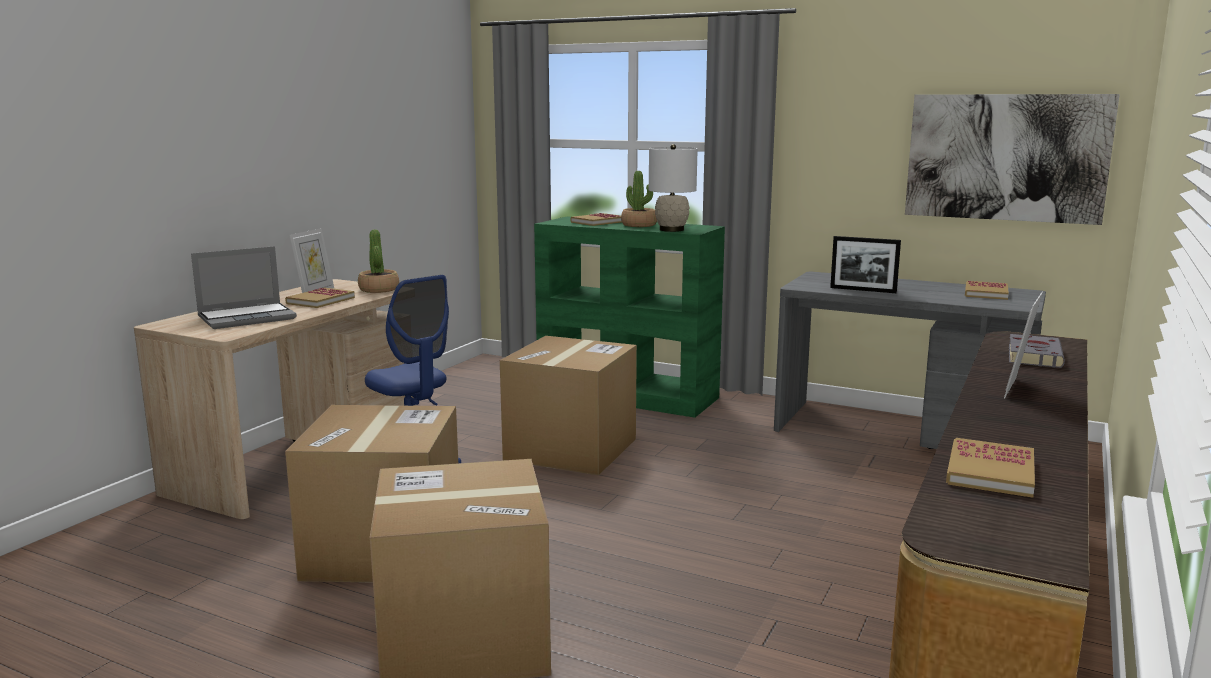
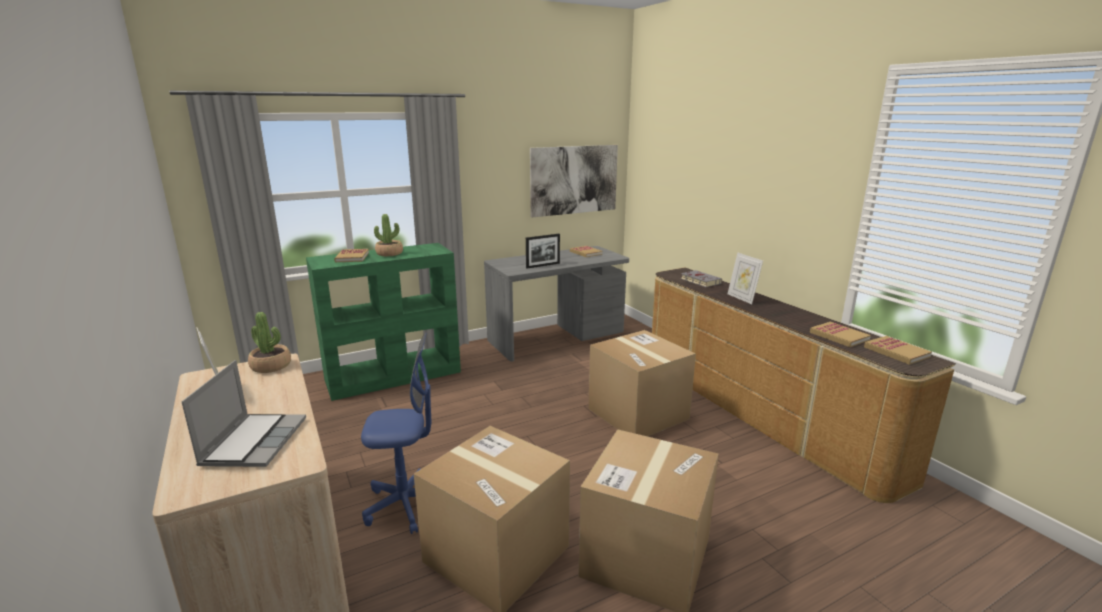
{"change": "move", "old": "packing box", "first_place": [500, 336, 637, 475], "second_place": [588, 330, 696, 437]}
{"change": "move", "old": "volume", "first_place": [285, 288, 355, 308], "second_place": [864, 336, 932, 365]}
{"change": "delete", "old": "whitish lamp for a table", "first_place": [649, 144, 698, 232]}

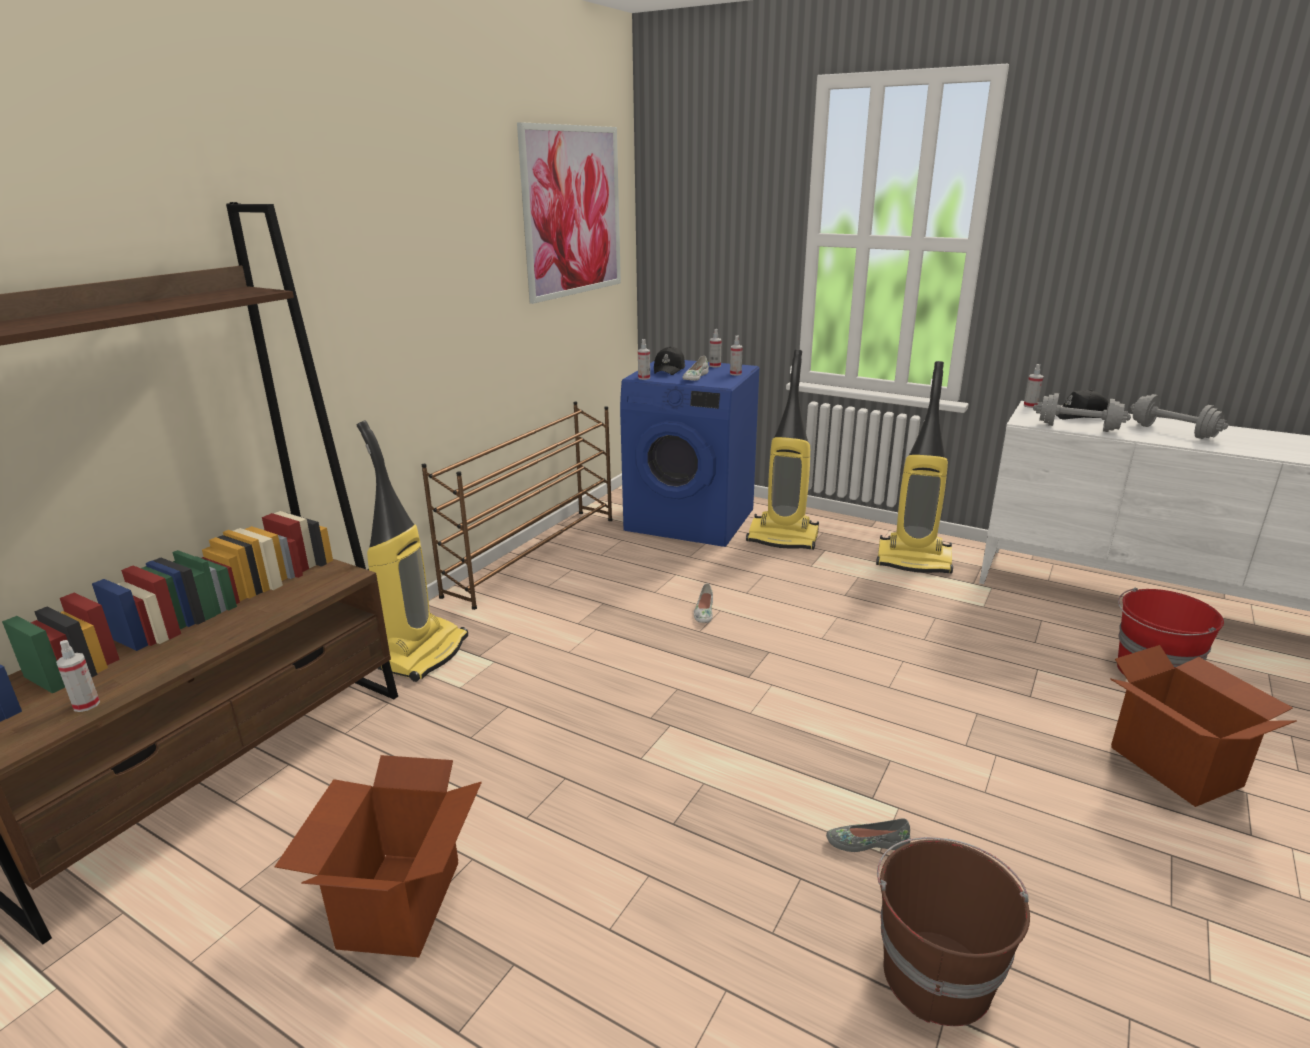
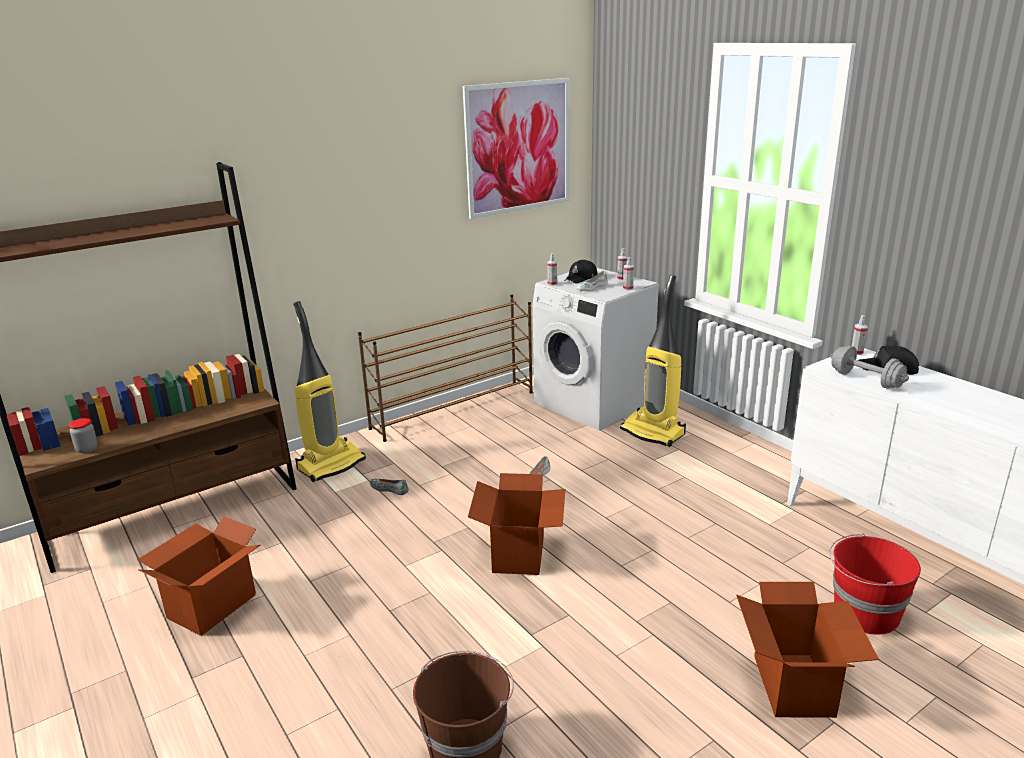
{"change": "replace", "old": "hand sprayer", "new": "storage jar", "first_place": [56, 640, 100, 712], "second_place": [69, 418, 98, 453]}
{"change": "move", "old": "greyish low shoe", "first_place": [826, 818, 911, 852], "second_place": [370, 479, 409, 495]}
{"change": "insert", "new": "packing box", "second_place": [468, 473, 565, 575]}
{"change": "recolor", "old": "bluish laundry machine", "new": "whitish laundry machine", "first_place": [620, 360, 759, 547], "second_place": [533, 268, 659, 431]}
{"change": "delete", "old": "hoover", "first_place": [876, 361, 953, 574]}
{"change": "delete", "old": "greyish dumbbell", "first_place": [1130, 394, 1228, 439]}

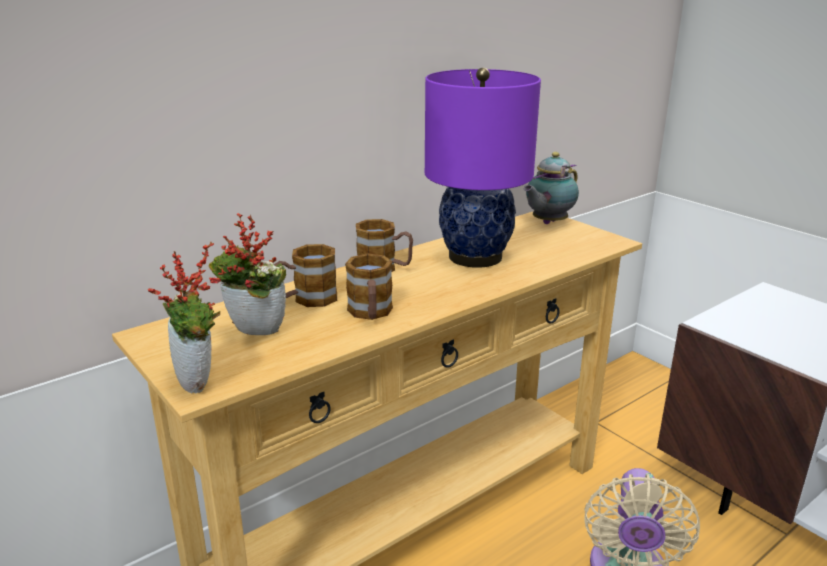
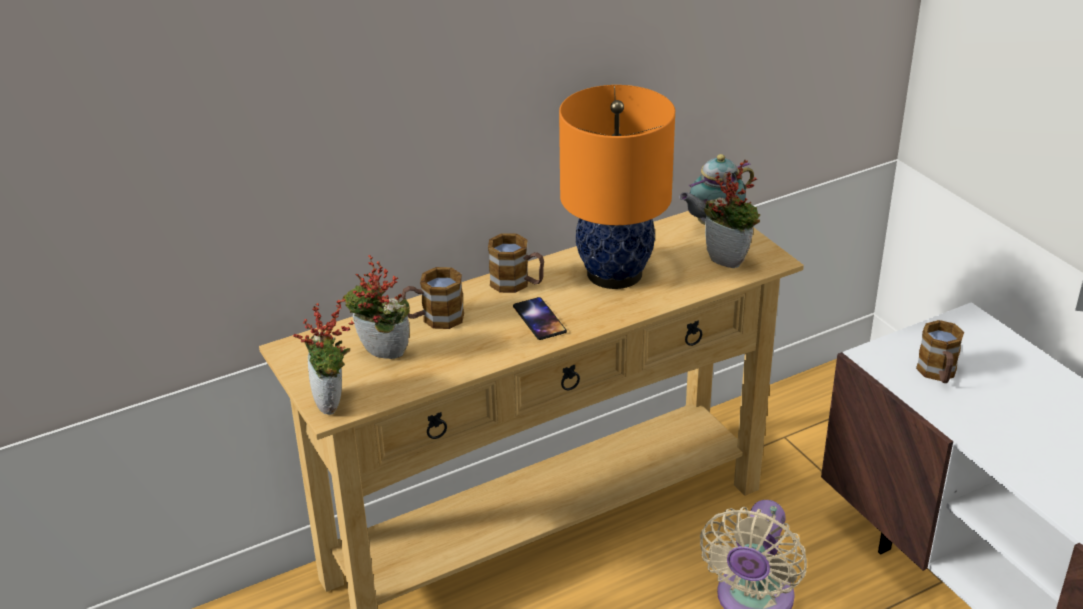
{"change": "insert", "new": "telephone", "second_place": [513, 297, 567, 340]}
{"change": "recolor", "old": "purple lamp for a table", "new": "orange-coloured lamp for a table", "first_place": [425, 67, 541, 268], "second_place": [559, 85, 675, 289]}
{"change": "insert", "new": "potted plant", "second_place": [704, 159, 760, 268]}
{"change": "move", "old": "tea mug", "first_place": [345, 254, 393, 320], "second_place": [916, 320, 964, 383]}

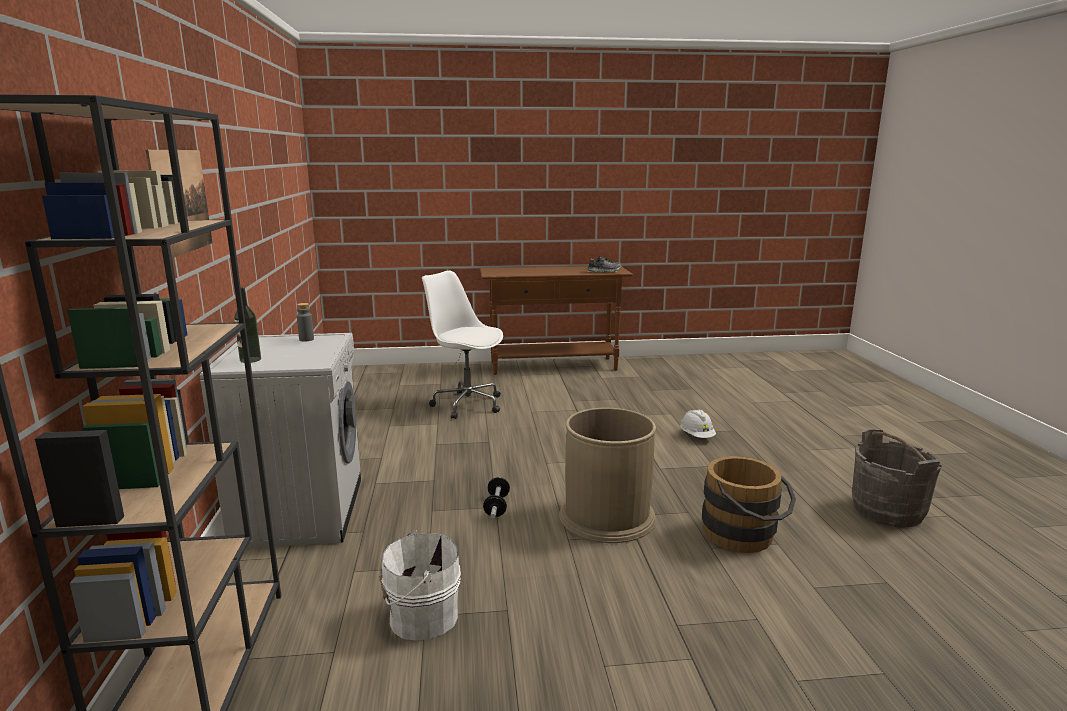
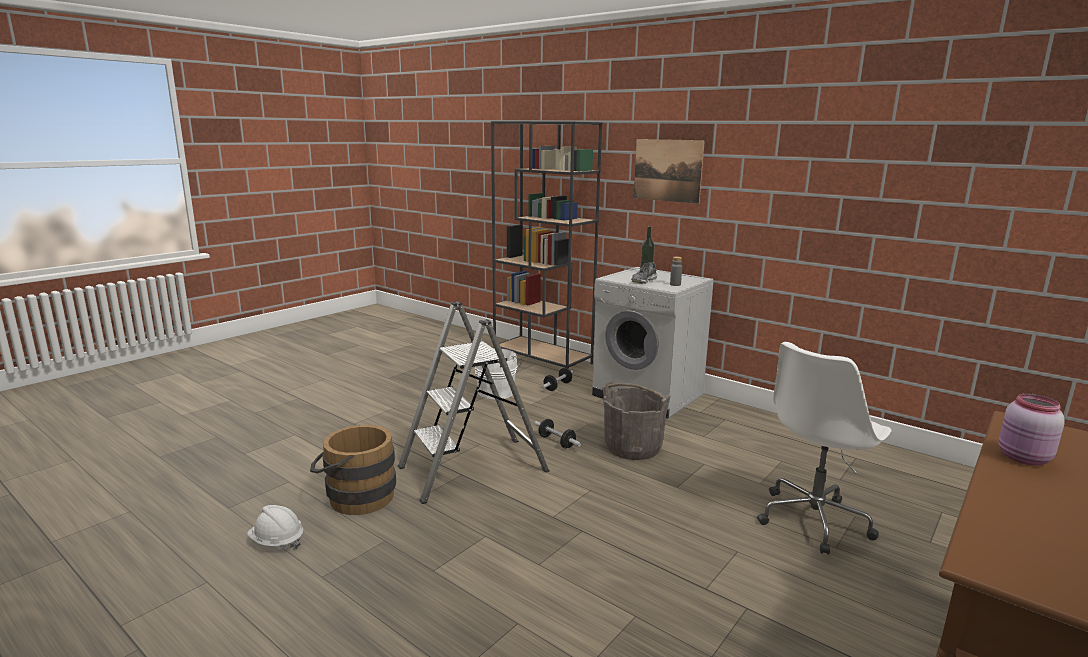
{"change": "move", "old": "whitish hard hat", "first_place": [680, 409, 716, 438], "second_place": [247, 505, 303, 549]}
{"change": "replace", "old": "brown trash can", "new": "greyish step ladder", "first_place": [559, 408, 656, 543], "second_place": [398, 301, 550, 504]}
{"change": "insert", "new": "dumbbell", "second_place": [541, 368, 574, 391]}
{"change": "move", "old": "greyish pail", "first_place": [852, 429, 942, 528], "second_place": [602, 381, 671, 460]}
{"change": "move", "old": "low shoe", "first_place": [587, 256, 622, 272], "second_place": [631, 262, 657, 284]}
{"change": "rotate", "old": "whitish desk chair", "first_place": [422, 271, 503, 419], "second_place": [757, 342, 892, 555], "degrees": 150}
{"change": "insert", "new": "pink storage jar", "second_place": [999, 393, 1065, 465]}

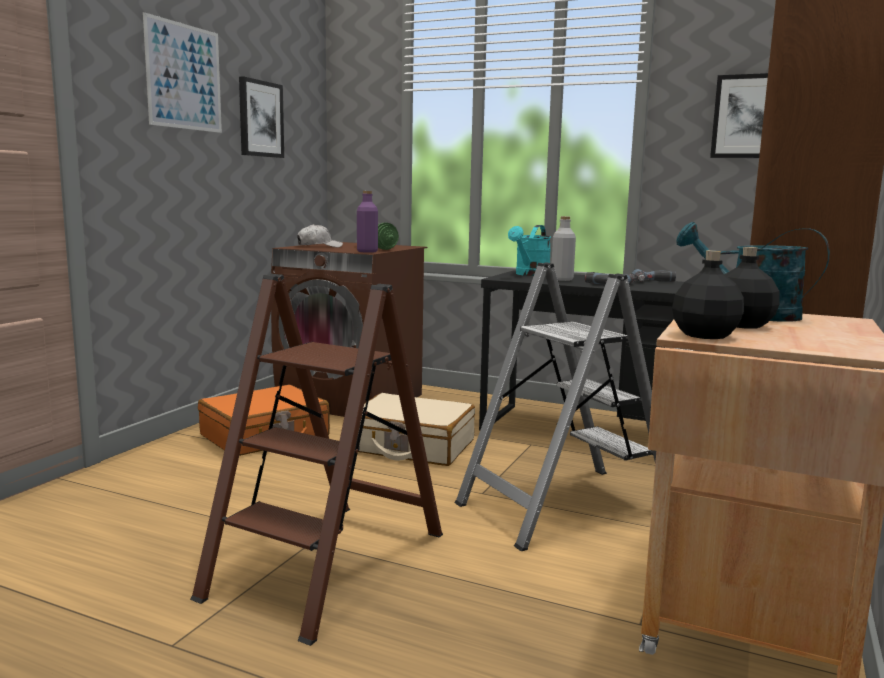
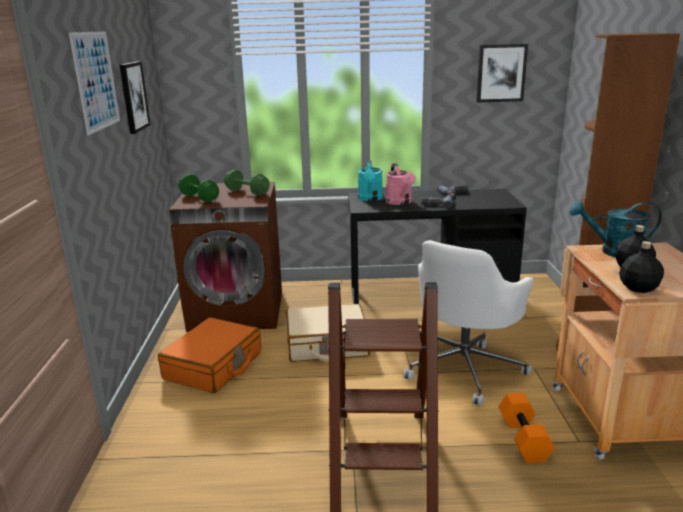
{"change": "replace", "old": "whitish peaked cap", "new": "green-coloured dumbbell", "first_place": [297, 224, 343, 248], "second_place": [179, 174, 219, 202]}
{"change": "replace", "old": "greyish bottle", "new": "pink watering can", "first_place": [552, 216, 576, 281], "second_place": [386, 163, 416, 205]}
{"change": "replace", "old": "greyish step ladder", "new": "whitish desk chair", "first_place": [454, 262, 656, 551], "second_place": [403, 240, 534, 406]}
{"change": "insert", "new": "orange-coloured dumbbell", "second_place": [499, 393, 555, 463]}
{"change": "delete", "old": "purple bottle", "first_place": [357, 191, 378, 253]}

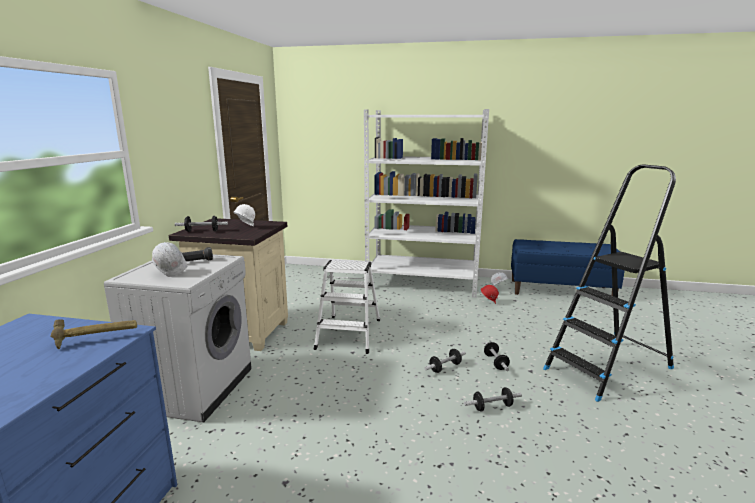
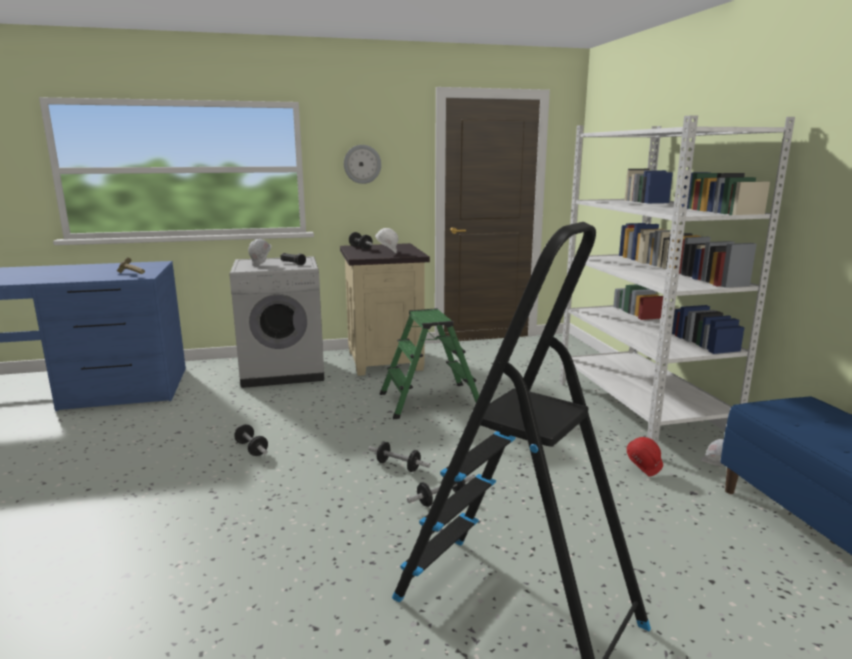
{"change": "move", "old": "dumbbell", "first_place": [464, 387, 522, 412], "second_place": [234, 424, 268, 456]}
{"change": "insert", "new": "hanging clock", "second_place": [344, 145, 381, 184]}
{"change": "recolor", "old": "whitish step ladder", "new": "green-coloured step ladder", "first_place": [314, 260, 380, 354], "second_place": [380, 308, 479, 419]}

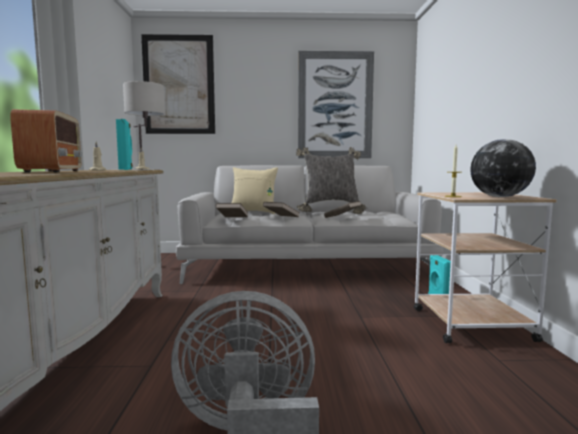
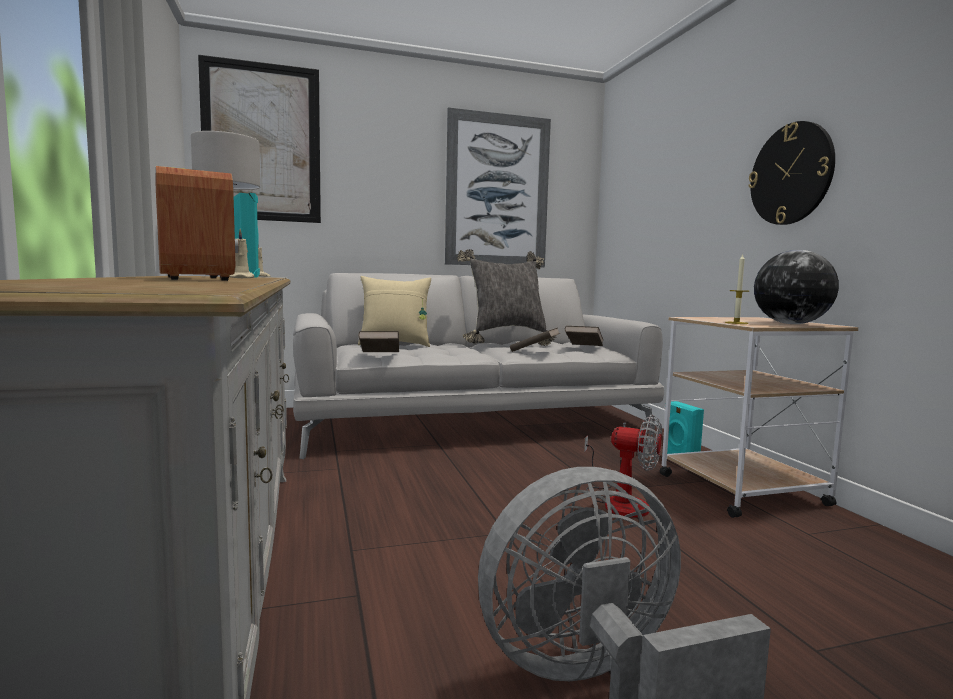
{"change": "move", "old": "brown volume", "first_place": [263, 202, 300, 217], "second_place": [565, 326, 604, 346]}
{"change": "insert", "new": "fan", "second_place": [584, 415, 662, 518]}
{"change": "insert", "new": "hanging clock", "second_place": [748, 121, 835, 225]}

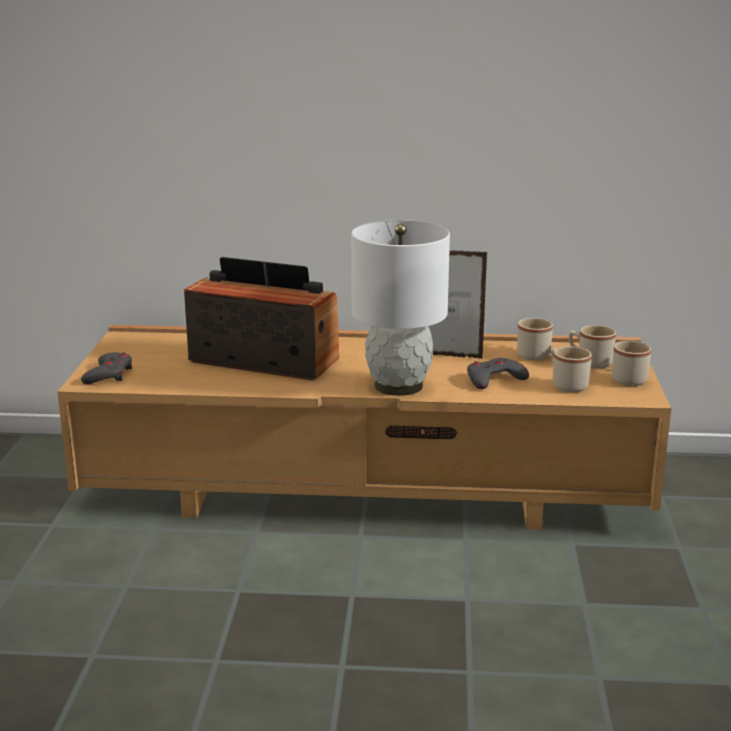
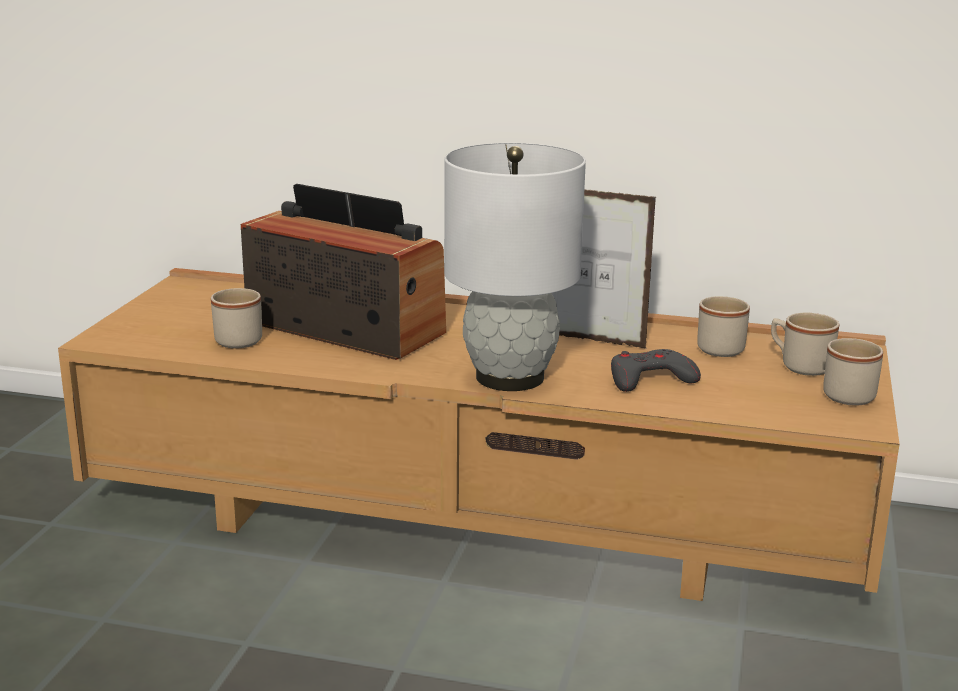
{"change": "move", "old": "sand-coloured tea mug", "first_place": [551, 346, 592, 392], "second_place": [211, 288, 262, 349]}
{"change": "delete", "old": "greyish gamepad", "first_place": [81, 352, 132, 384]}

